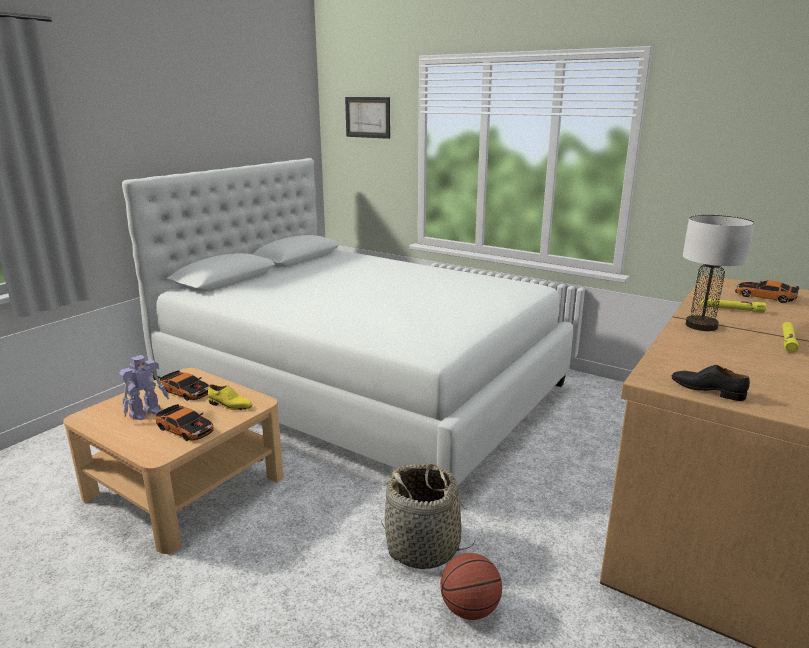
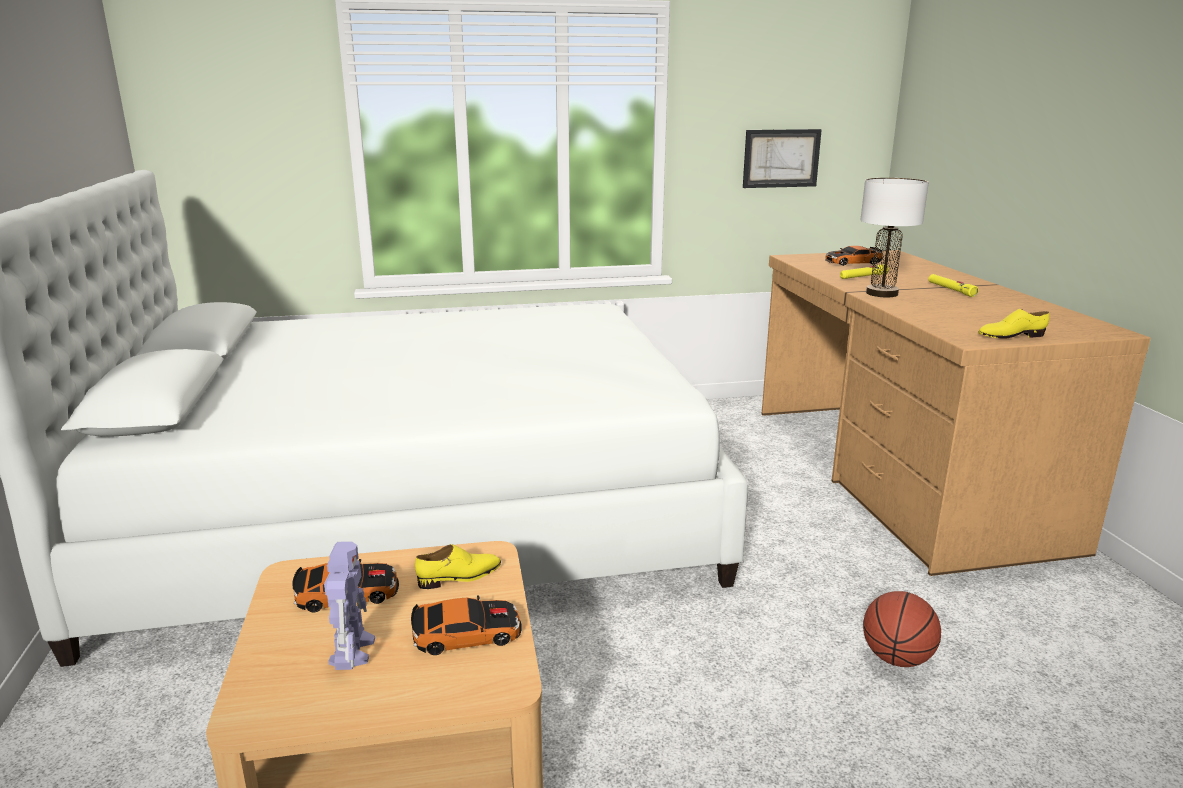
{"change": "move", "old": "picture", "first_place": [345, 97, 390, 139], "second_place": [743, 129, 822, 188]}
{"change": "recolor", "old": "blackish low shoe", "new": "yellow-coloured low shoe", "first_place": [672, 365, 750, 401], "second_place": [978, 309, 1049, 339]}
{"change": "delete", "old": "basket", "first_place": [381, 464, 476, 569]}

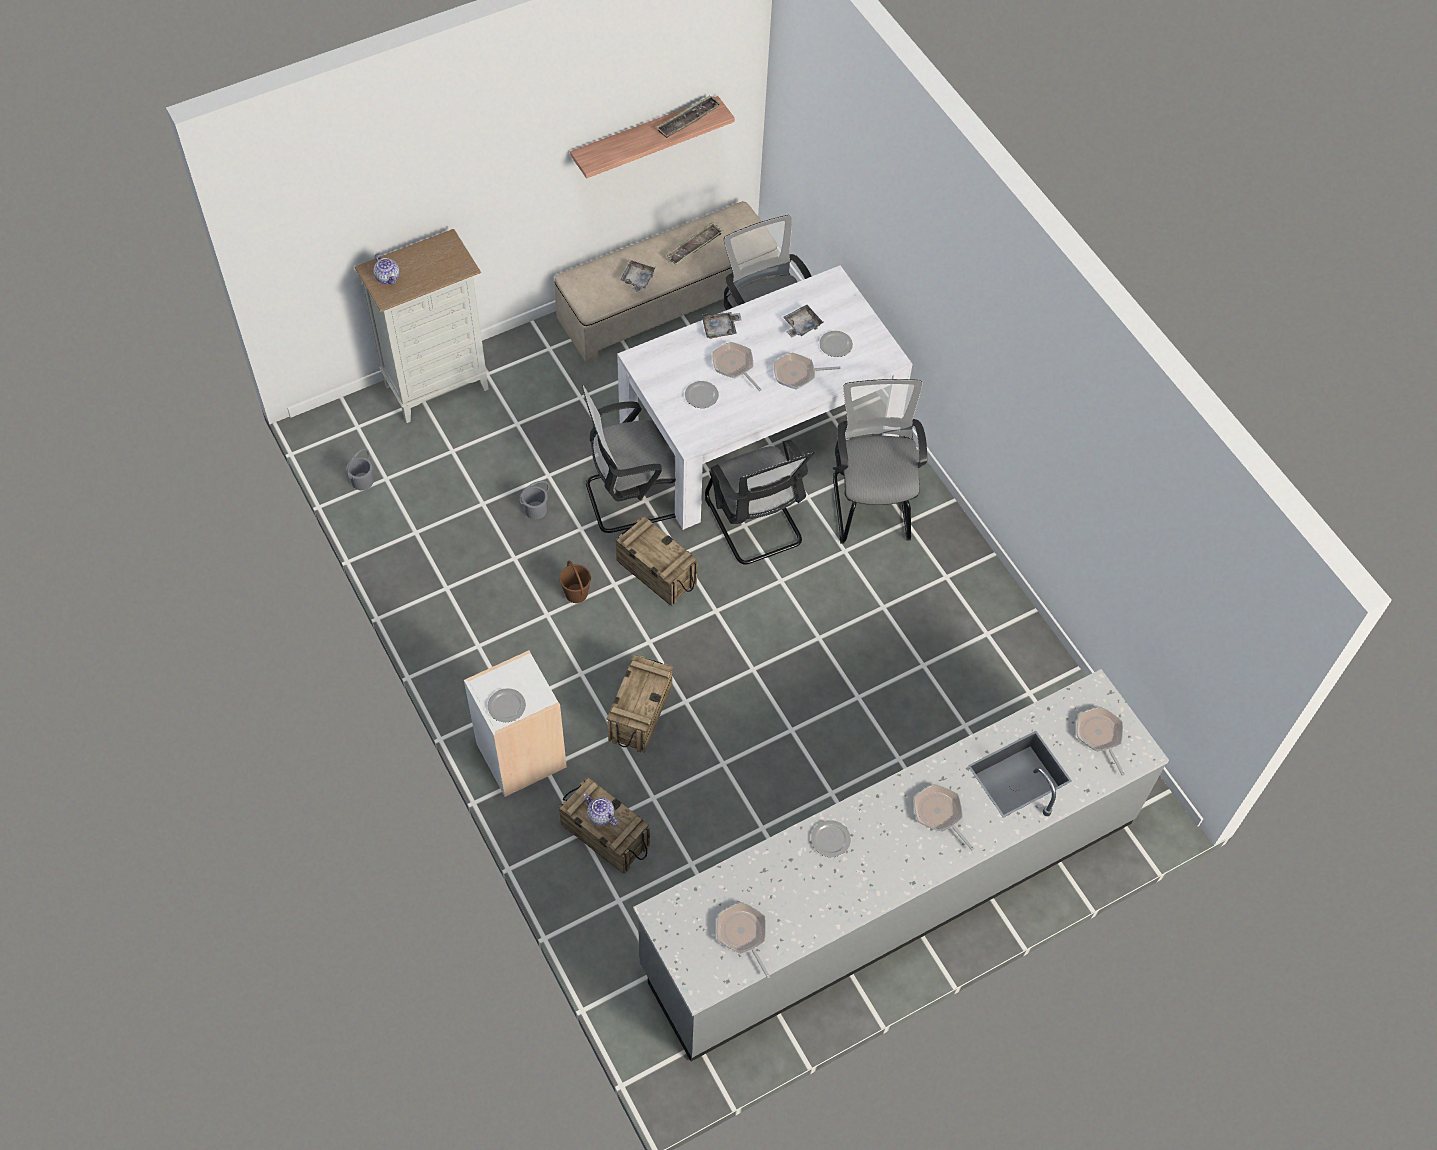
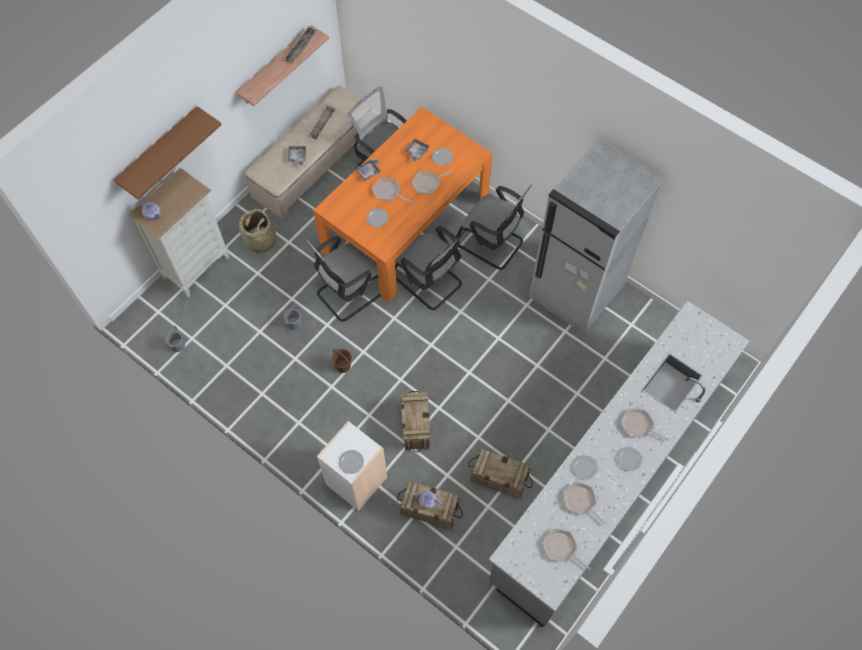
{"change": "insert", "new": "brown shelf", "second_place": [113, 106, 221, 200]}
{"change": "insert", "new": "basket", "second_place": [239, 209, 276, 255]}
{"change": "recolor", "old": "whitish dining table", "new": "orange-coloured dining table", "first_place": [617, 265, 913, 530], "second_place": [313, 107, 493, 302]}
{"change": "rotate", "old": "chair", "first_place": [832, 379, 927, 544], "second_place": [456, 185, 531, 270], "degrees": 150}
{"change": "move", "old": "crate", "first_place": [616, 516, 698, 606], "second_place": [468, 449, 533, 499]}
{"change": "insert", "new": "greyish kitchen fridge", "second_place": [529, 138, 664, 334]}
{"change": "move", "old": "pan", "first_place": [1077, 707, 1125, 776], "second_place": [563, 482, 606, 525]}
{"change": "insert", "new": "flat dish", "second_place": [617, 447, 642, 471]}

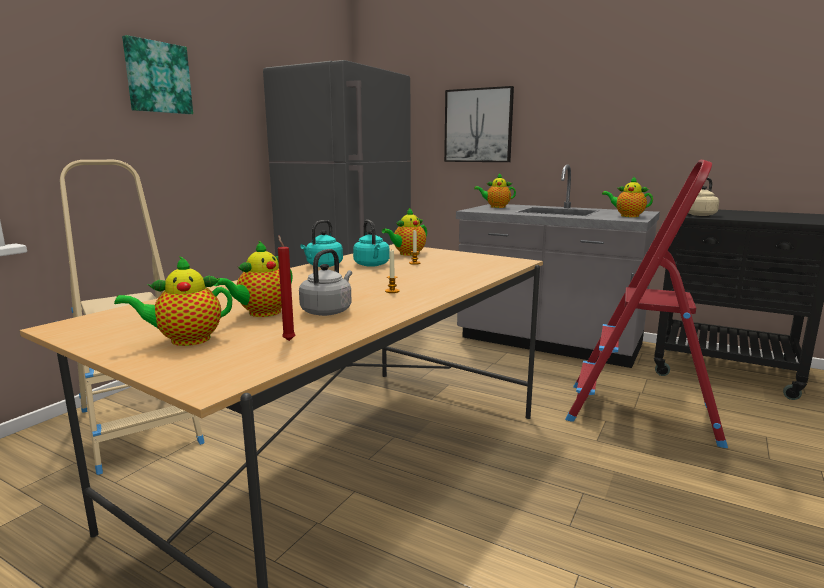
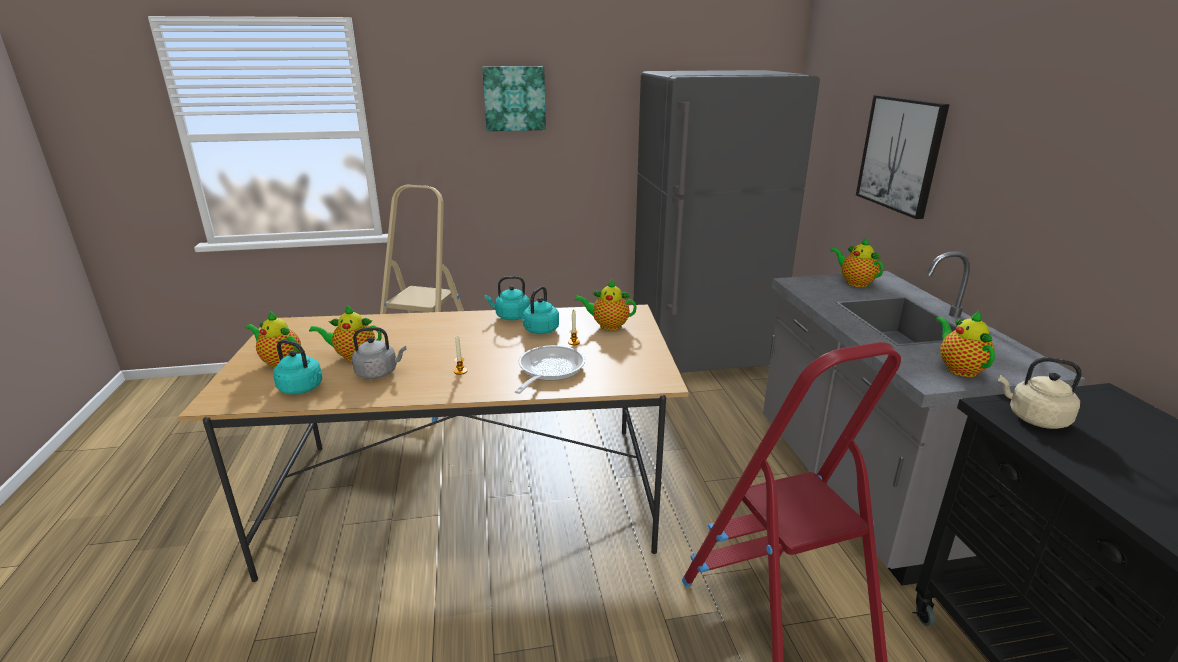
{"change": "replace", "old": "red-coloured candle", "new": "turquoise-coloured kettle", "first_place": [278, 235, 295, 341], "second_place": [273, 340, 322, 395]}
{"change": "insert", "new": "pan", "second_place": [515, 345, 585, 394]}

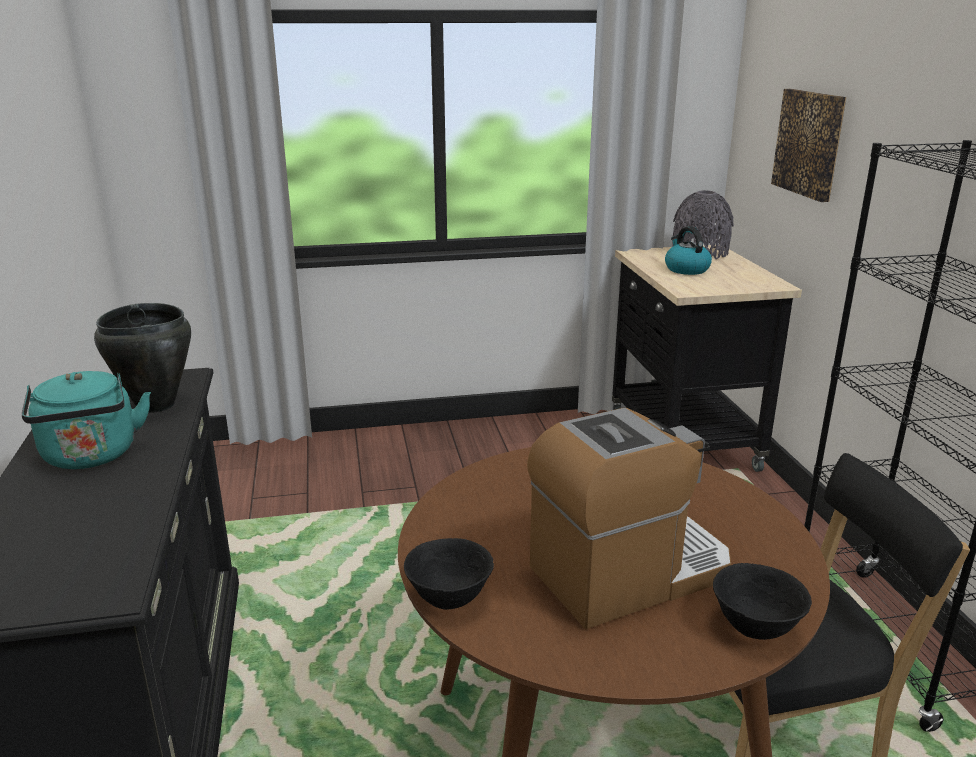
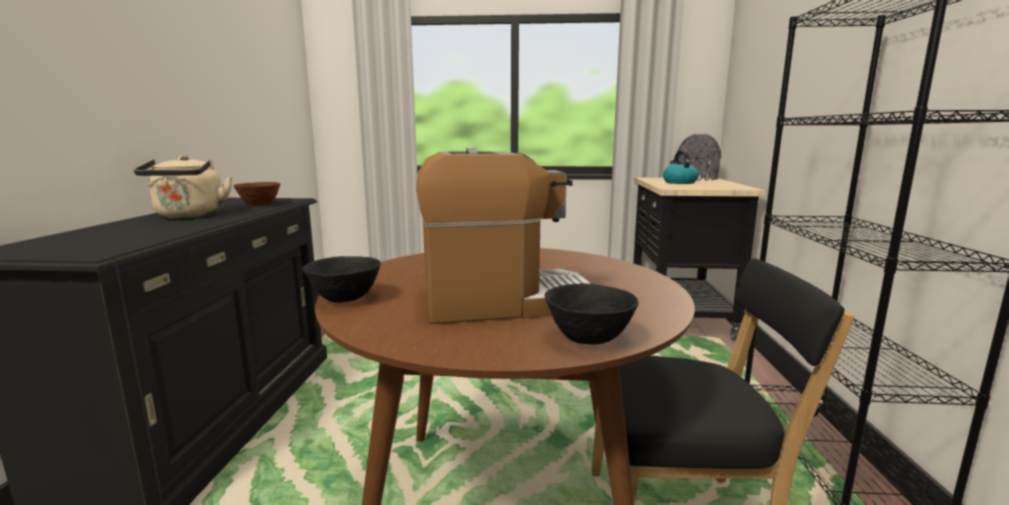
{"change": "recolor", "old": "turquoise-coloured kettle", "new": "sand-coloured kettle", "first_place": [22, 371, 151, 469], "second_place": [134, 155, 233, 218]}
{"change": "replace", "old": "blackish cooking pot", "new": "brown serving bowl", "first_place": [94, 303, 191, 413], "second_place": [233, 182, 280, 206]}
{"change": "delete", "old": "picture", "first_place": [771, 89, 846, 202]}

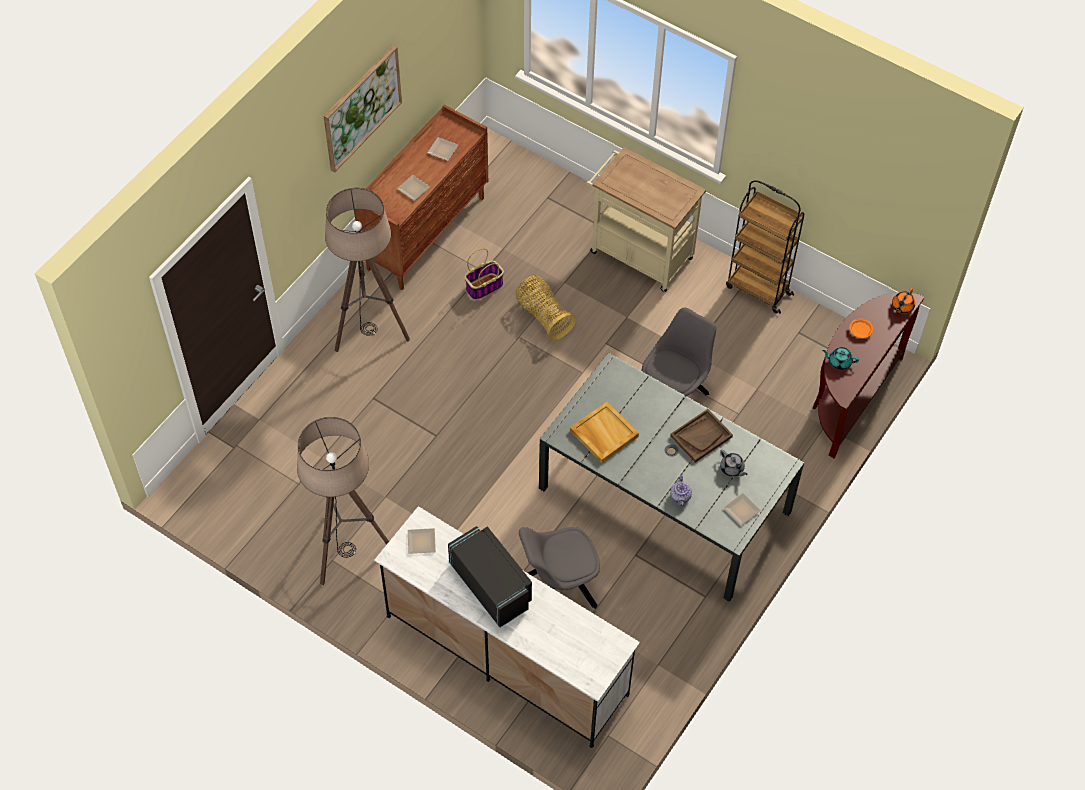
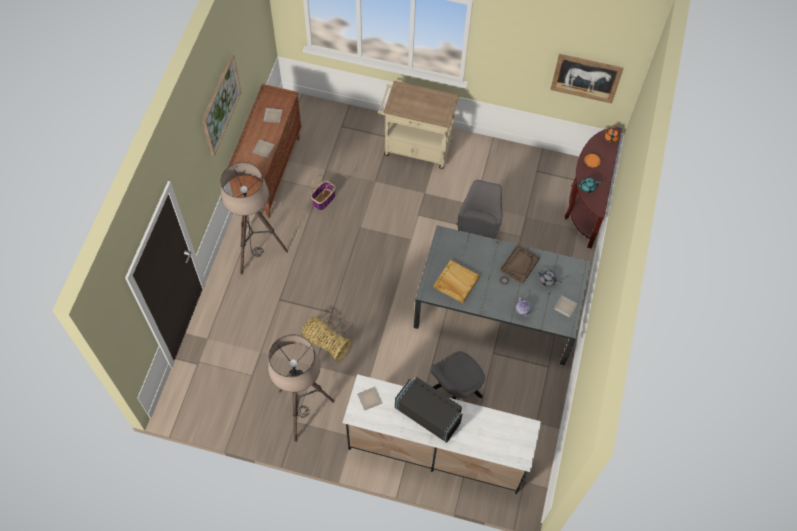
{"change": "move", "old": "basket", "first_place": [516, 276, 576, 340], "second_place": [301, 317, 352, 361]}
{"change": "insert", "new": "picture", "second_place": [550, 54, 624, 103]}
{"change": "delete", "old": "brown trolley", "first_place": [726, 180, 804, 314]}

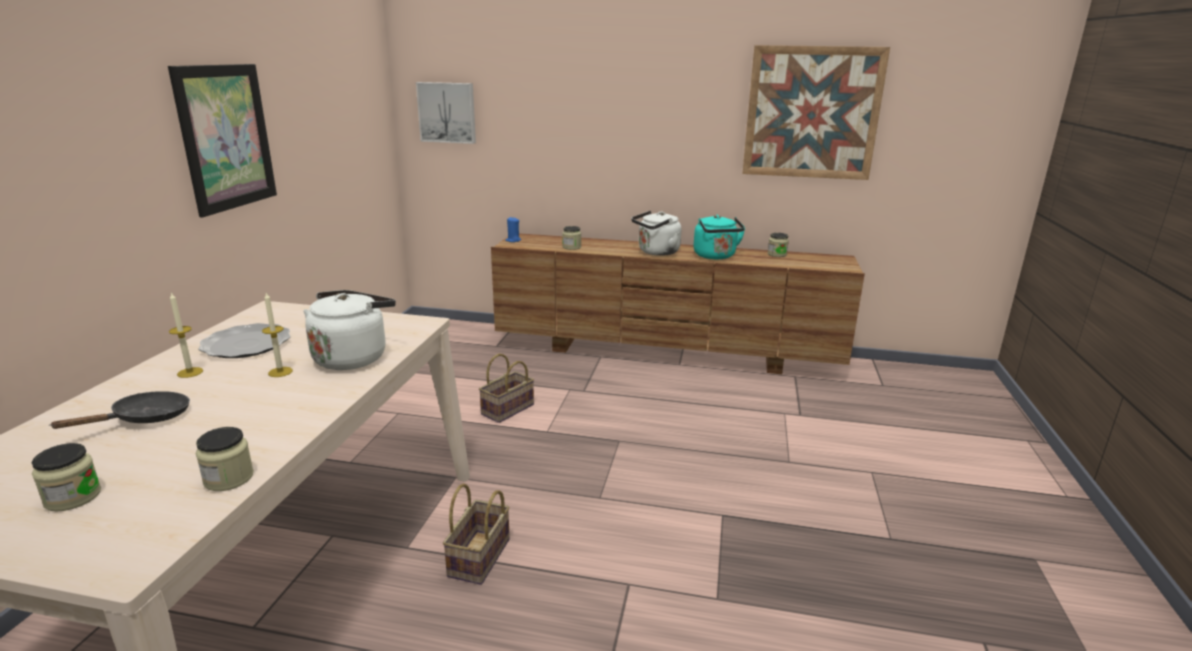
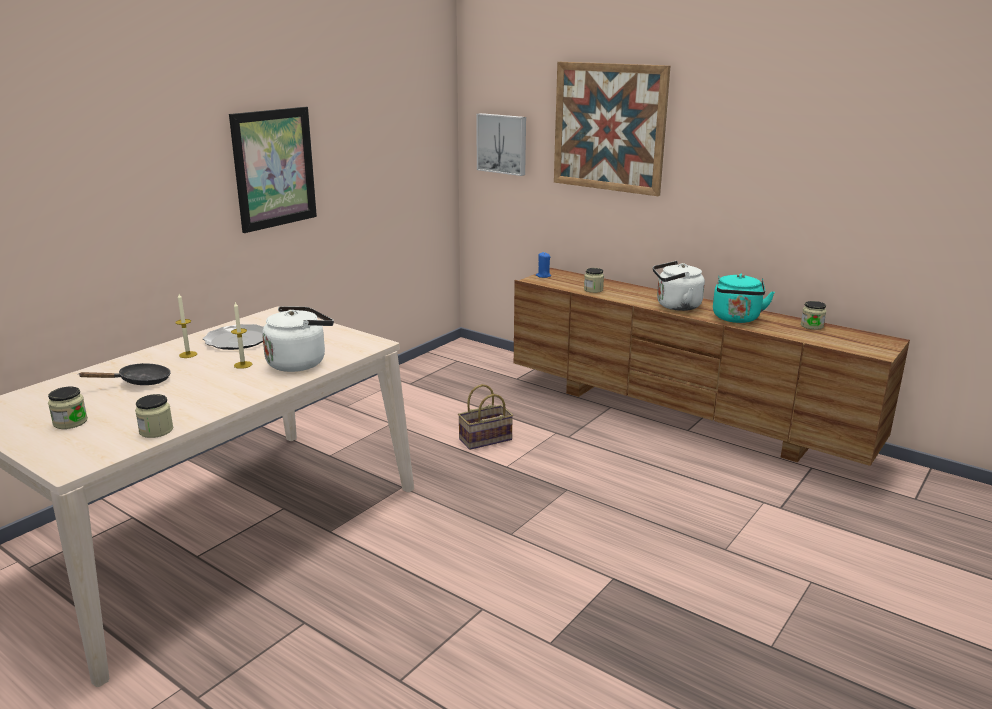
{"change": "move", "old": "picture", "first_place": [742, 45, 890, 180], "second_place": [554, 62, 670, 196]}
{"change": "delete", "old": "basket", "first_place": [443, 484, 510, 585]}

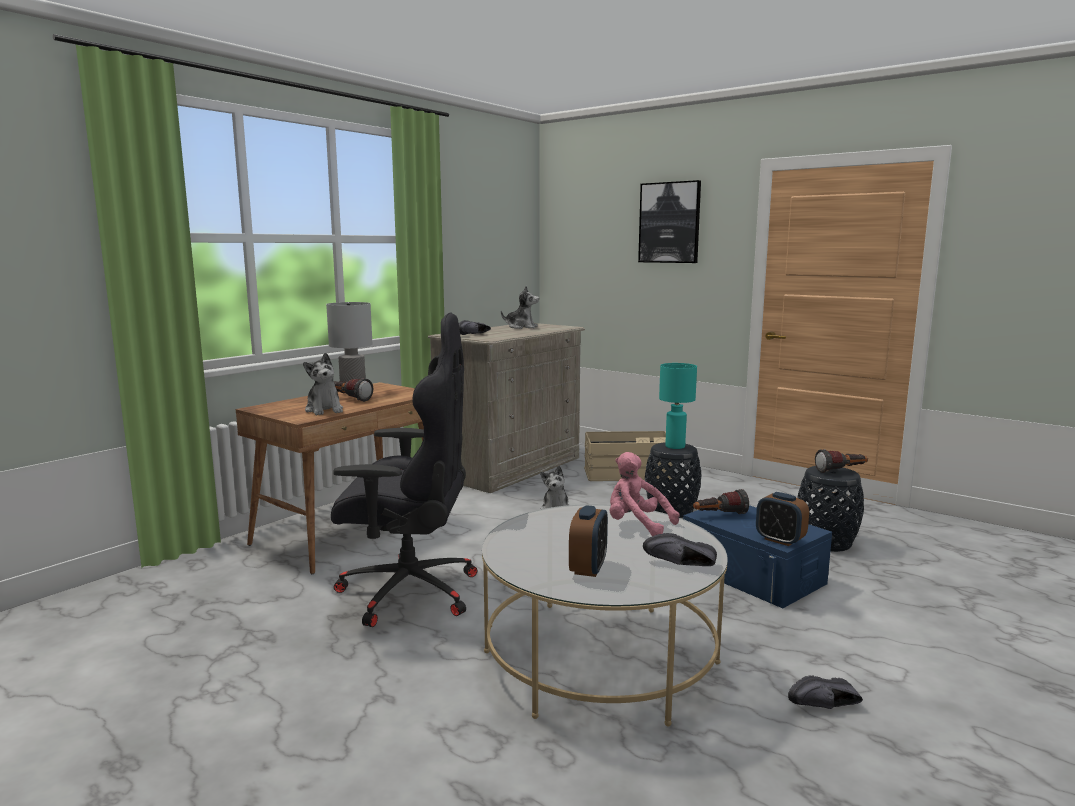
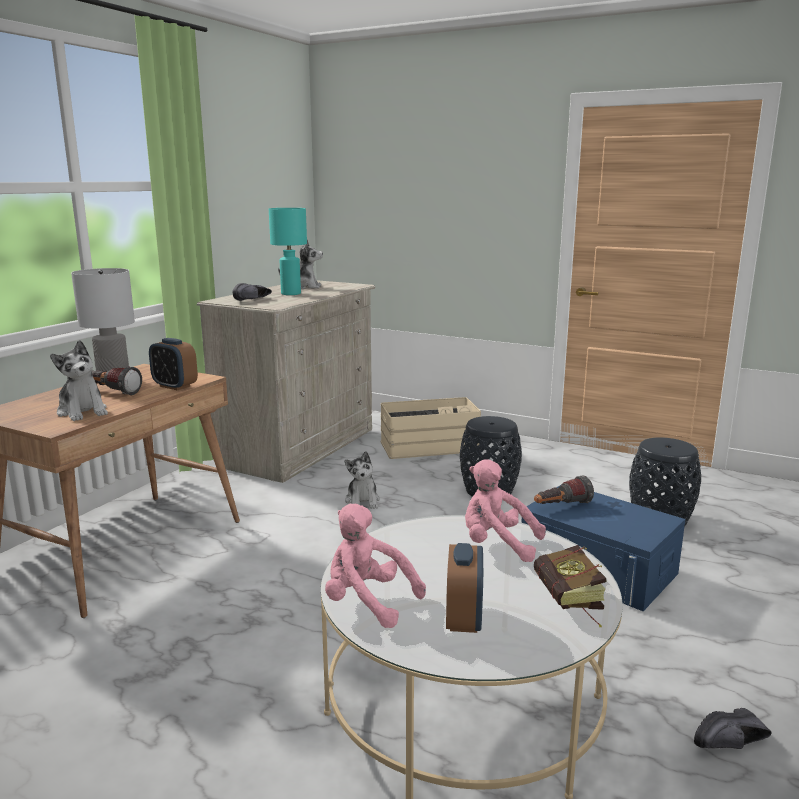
{"change": "move", "old": "alarm clock", "first_place": [756, 492, 809, 546], "second_place": [149, 338, 198, 390]}
{"change": "move", "old": "turquoise-coloured lamp for a table", "first_place": [659, 363, 697, 449], "second_place": [269, 208, 307, 295]}
{"change": "insert", "new": "pink cuddly toy", "second_place": [325, 504, 426, 628]}
{"change": "replace", "old": "blackish low shoe", "new": "volume", "first_place": [643, 533, 717, 566], "second_place": [534, 545, 607, 627]}
{"change": "delete", "old": "blackish desk chair", "first_place": [331, 312, 477, 627]}
{"change": "delete", "old": "picture", "first_place": [638, 180, 701, 263]}
{"change": "delete", "old": "flashlight", "first_place": [815, 449, 868, 473]}

